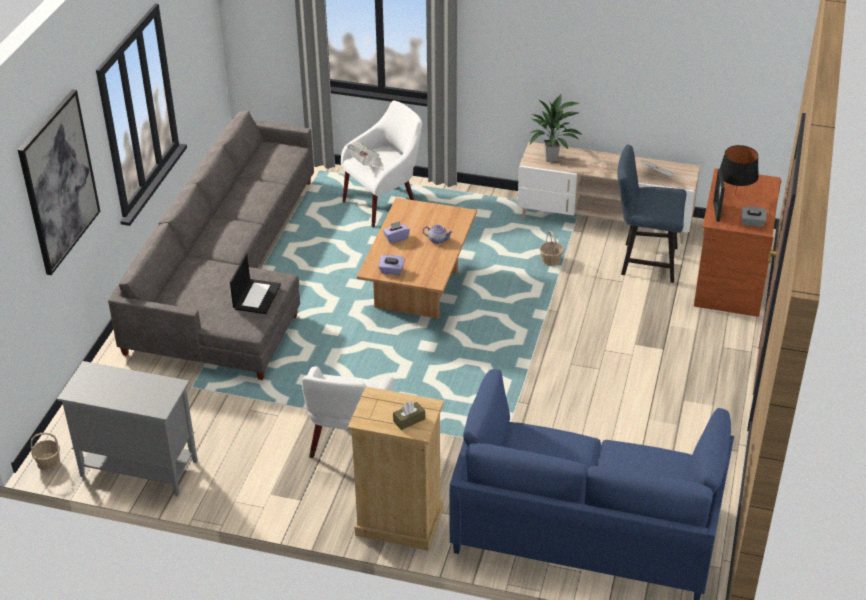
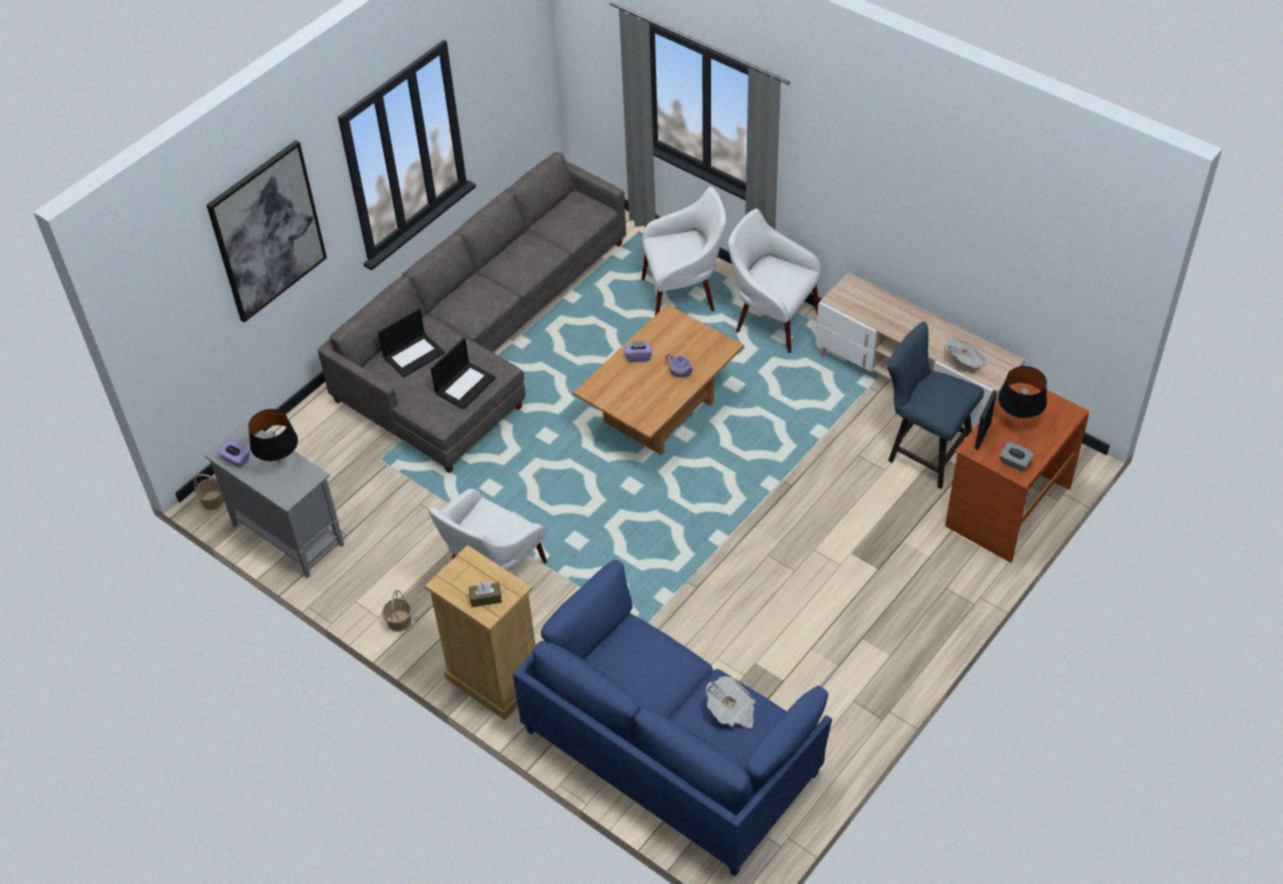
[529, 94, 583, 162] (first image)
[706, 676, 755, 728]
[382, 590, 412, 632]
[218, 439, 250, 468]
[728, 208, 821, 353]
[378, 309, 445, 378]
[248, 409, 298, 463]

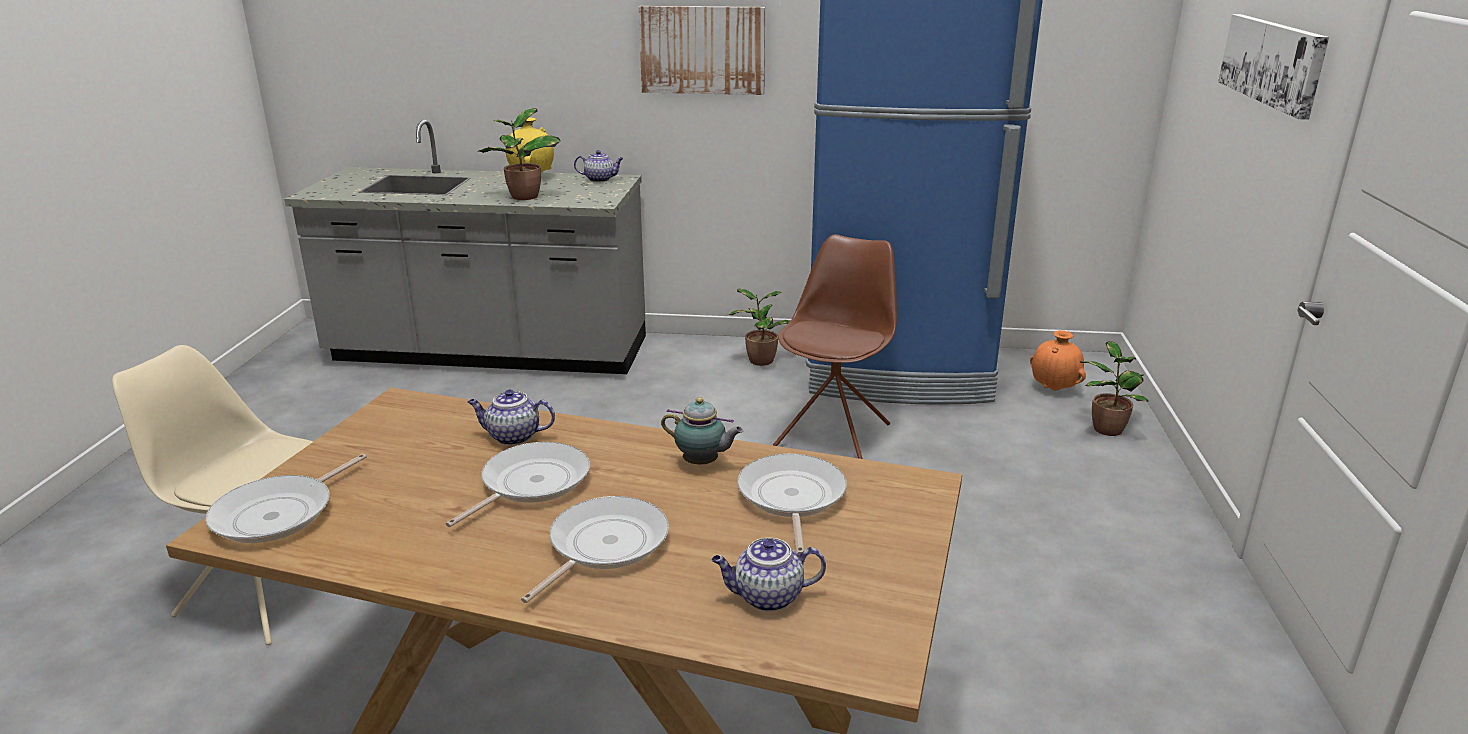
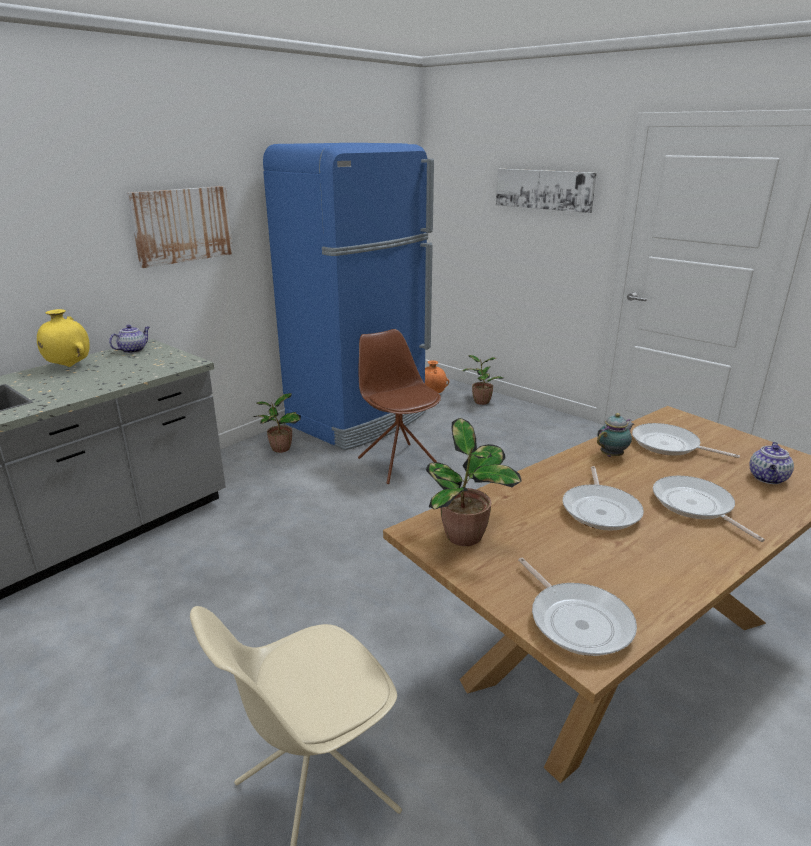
[426, 418, 522, 546]
[468, 389, 555, 445] (first image)
[563, 466, 644, 530]

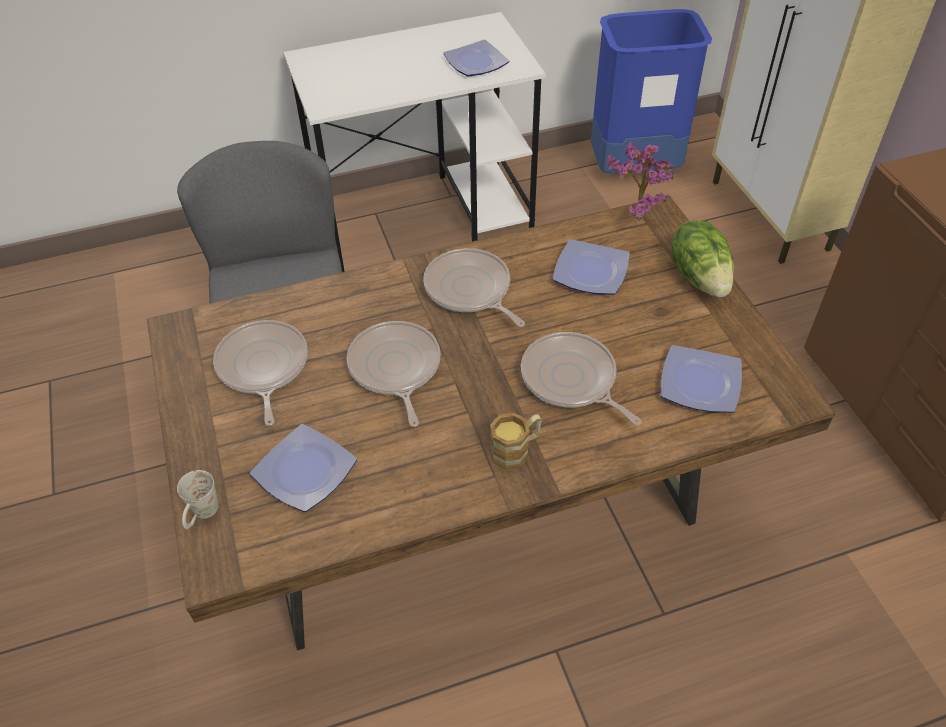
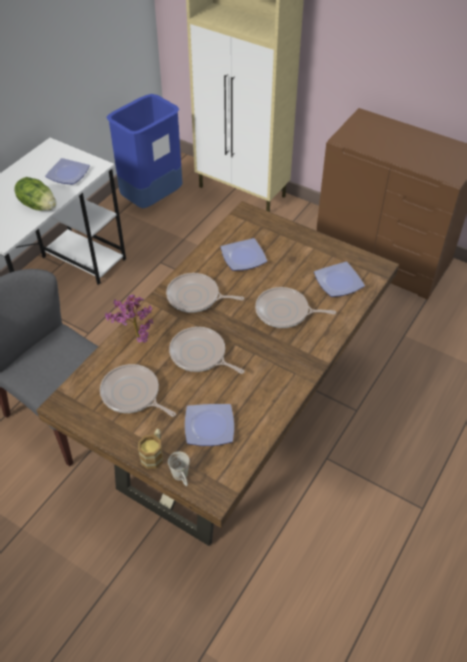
[105, 295, 153, 343]
[14, 177, 56, 211]
[138, 429, 163, 469]

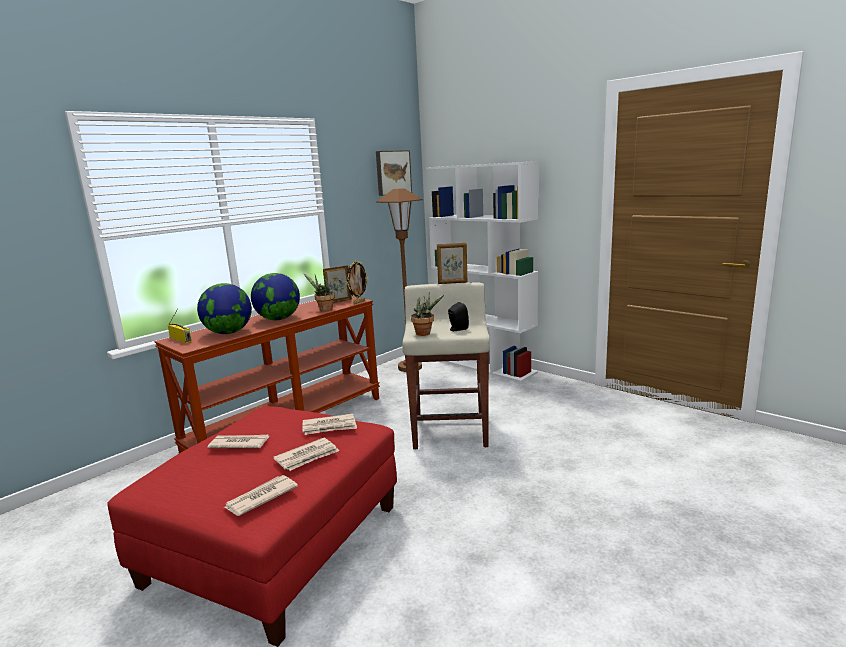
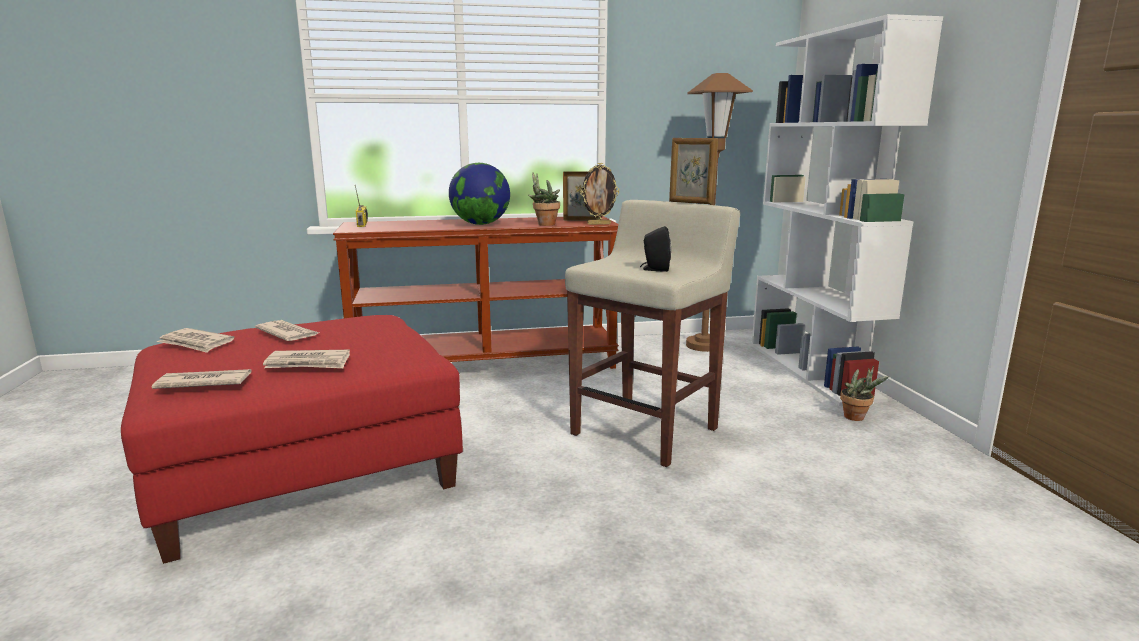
[376, 150, 412, 196] (first image)
[197, 283, 252, 334] (first image)
[840, 366, 889, 421]
[157, 328, 235, 353]

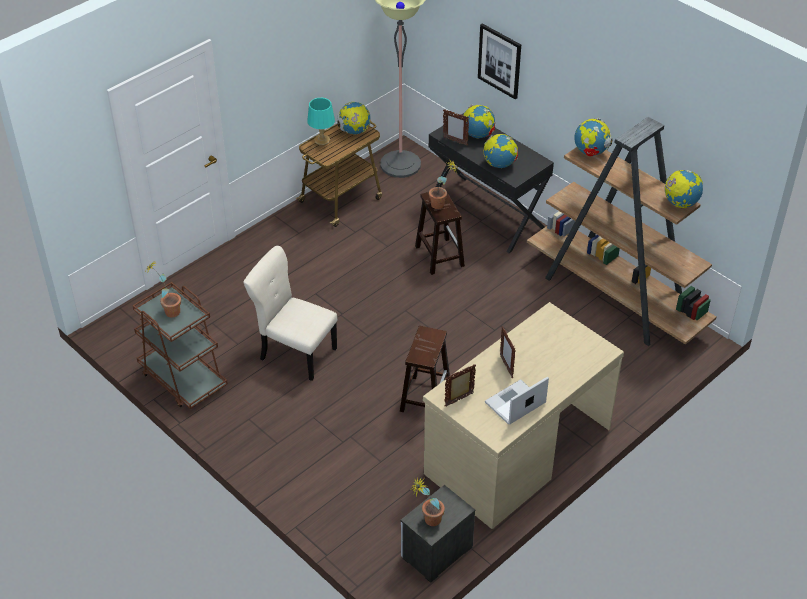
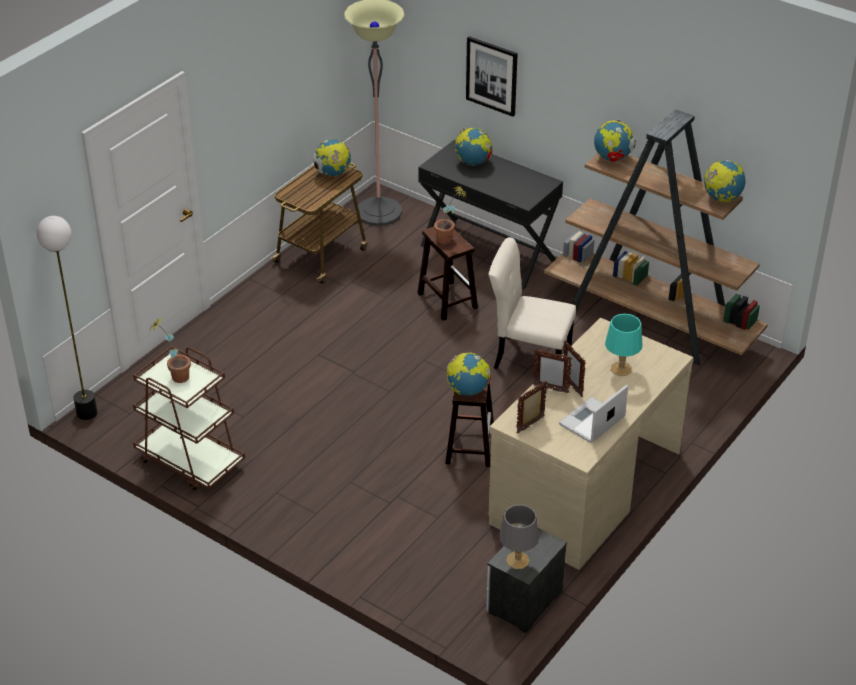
[605, 314, 642, 376]
[533, 349, 572, 393]
[447, 353, 491, 396]
[489, 237, 576, 369]
[499, 504, 539, 569]
[37, 216, 98, 420]

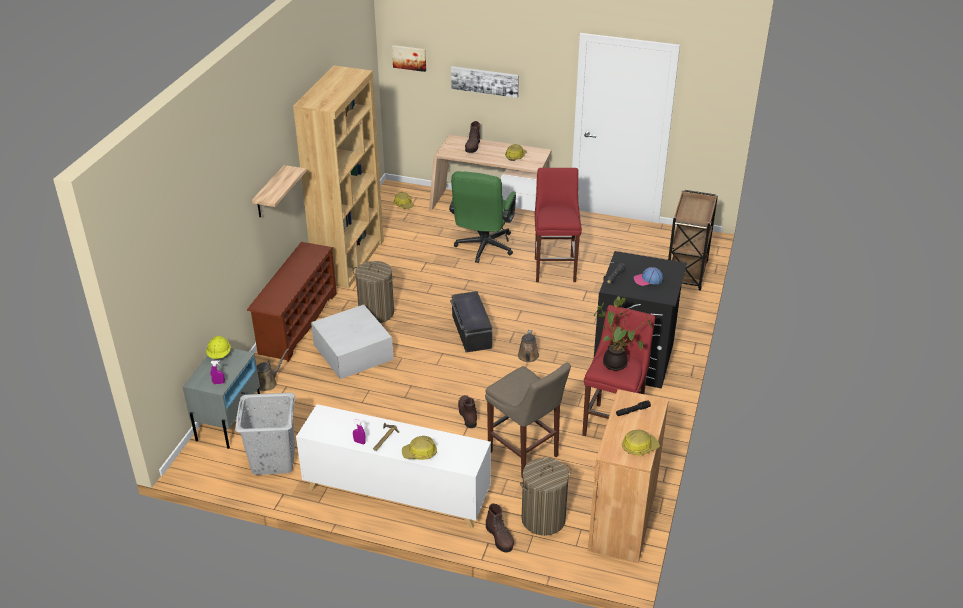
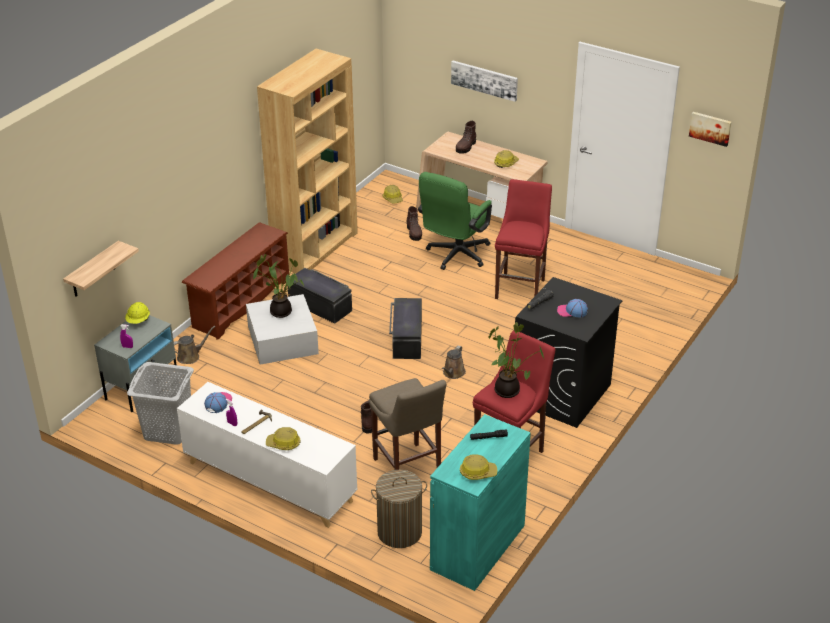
[689, 112, 732, 147]
[63, 241, 139, 297]
[668, 190, 718, 290] (first image)
[287, 268, 352, 324]
[430, 414, 531, 591]
[406, 206, 422, 241]
[253, 254, 304, 318]
[204, 392, 232, 413]

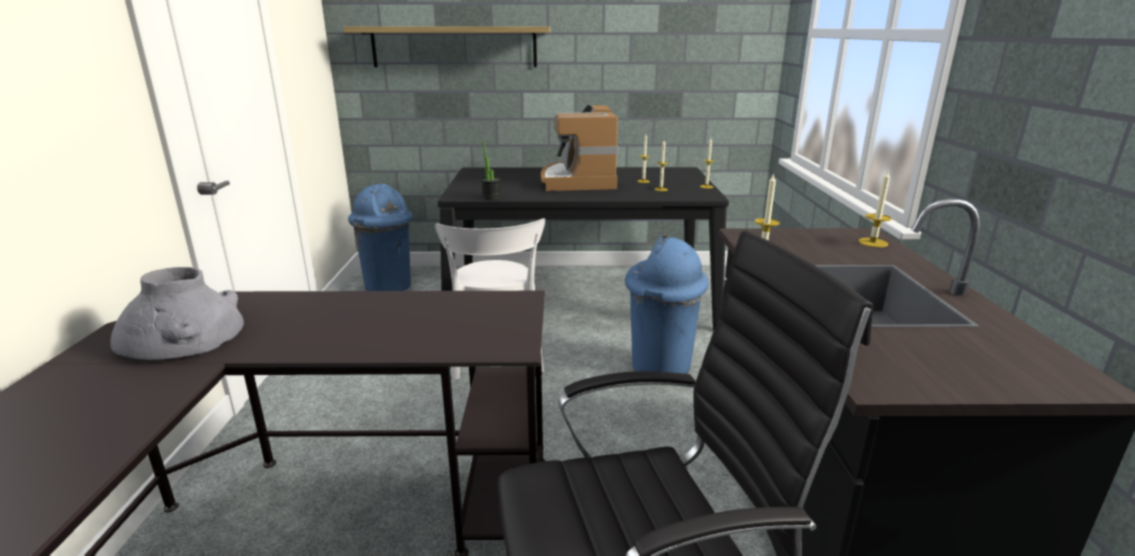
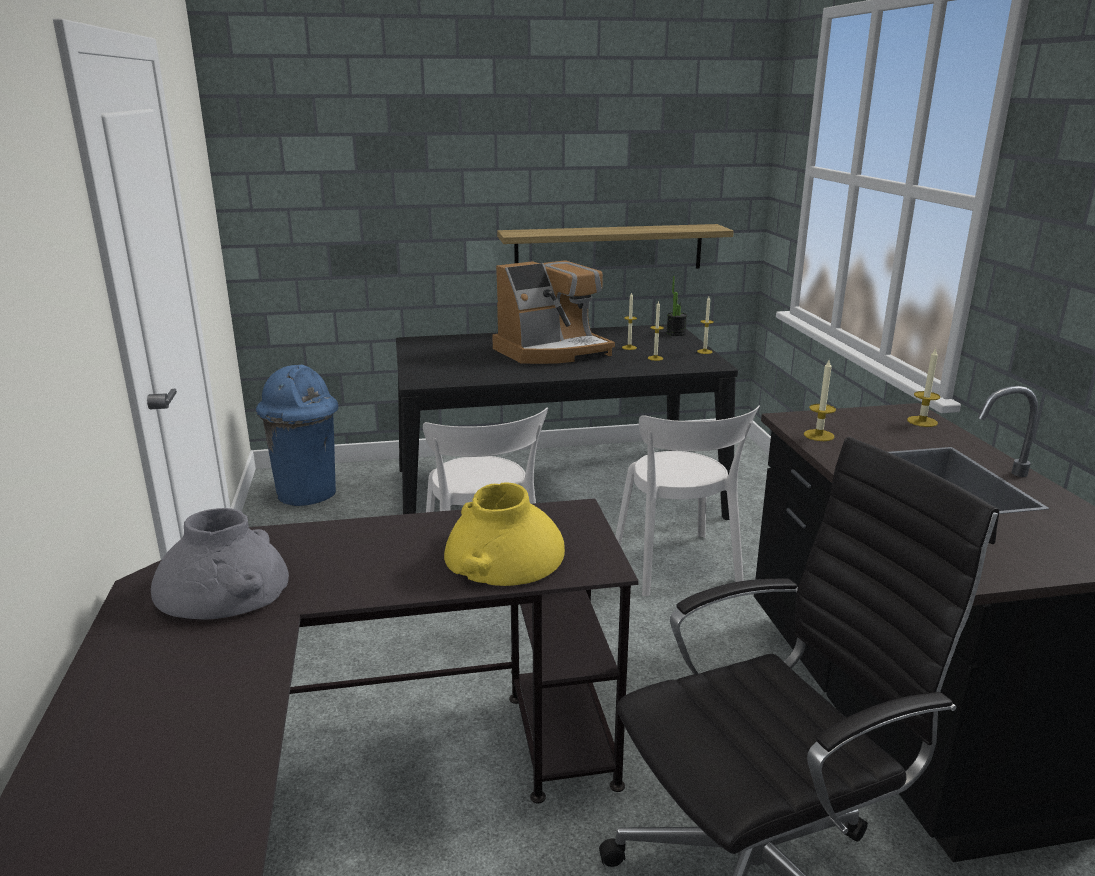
[497, 224, 734, 269]
[492, 260, 615, 364]
[666, 276, 687, 336]
[615, 405, 760, 596]
[444, 482, 565, 586]

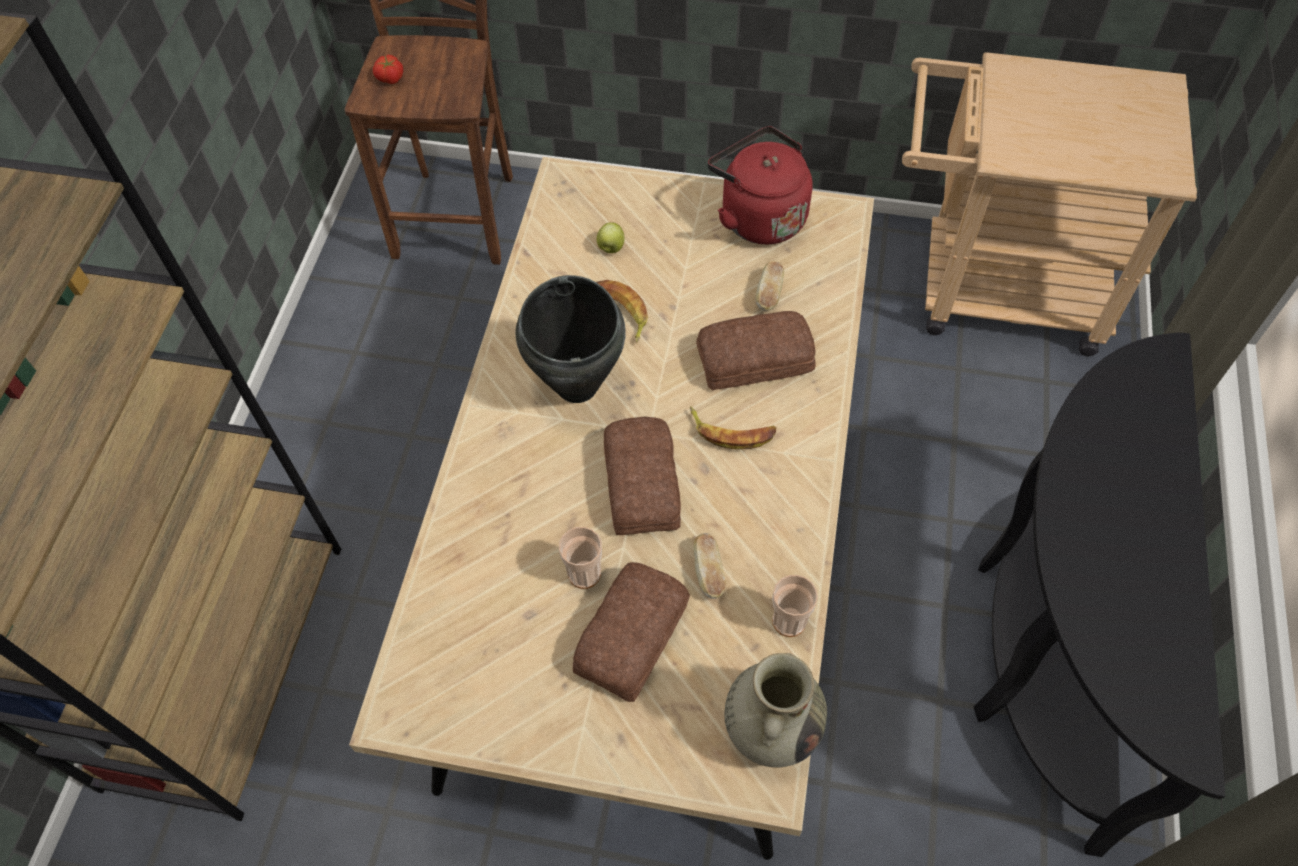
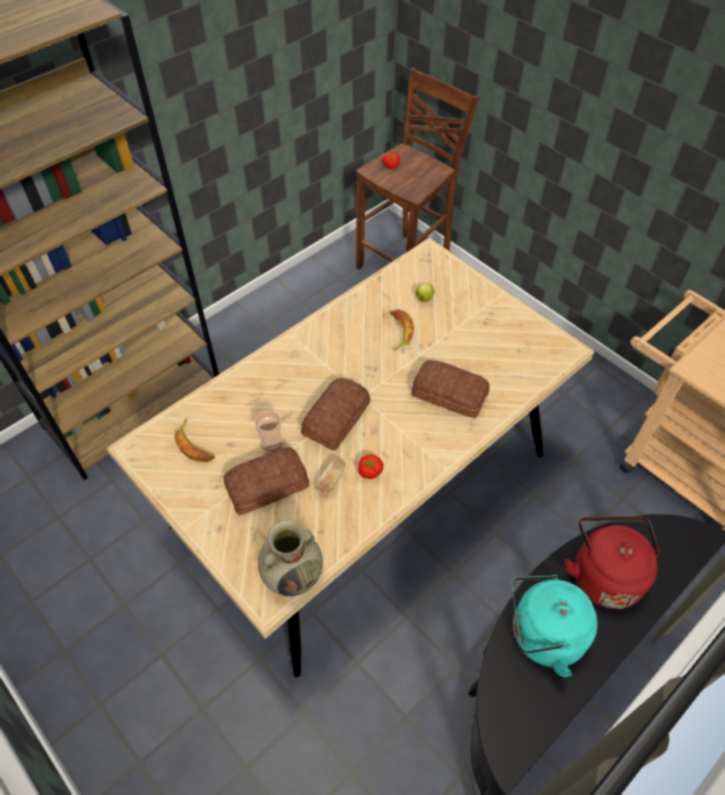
[565, 516, 660, 609]
[755, 261, 784, 311] (first image)
[515, 275, 625, 403] (first image)
[175, 418, 215, 462]
[772, 575, 818, 637] (first image)
[358, 454, 384, 479]
[512, 575, 598, 677]

